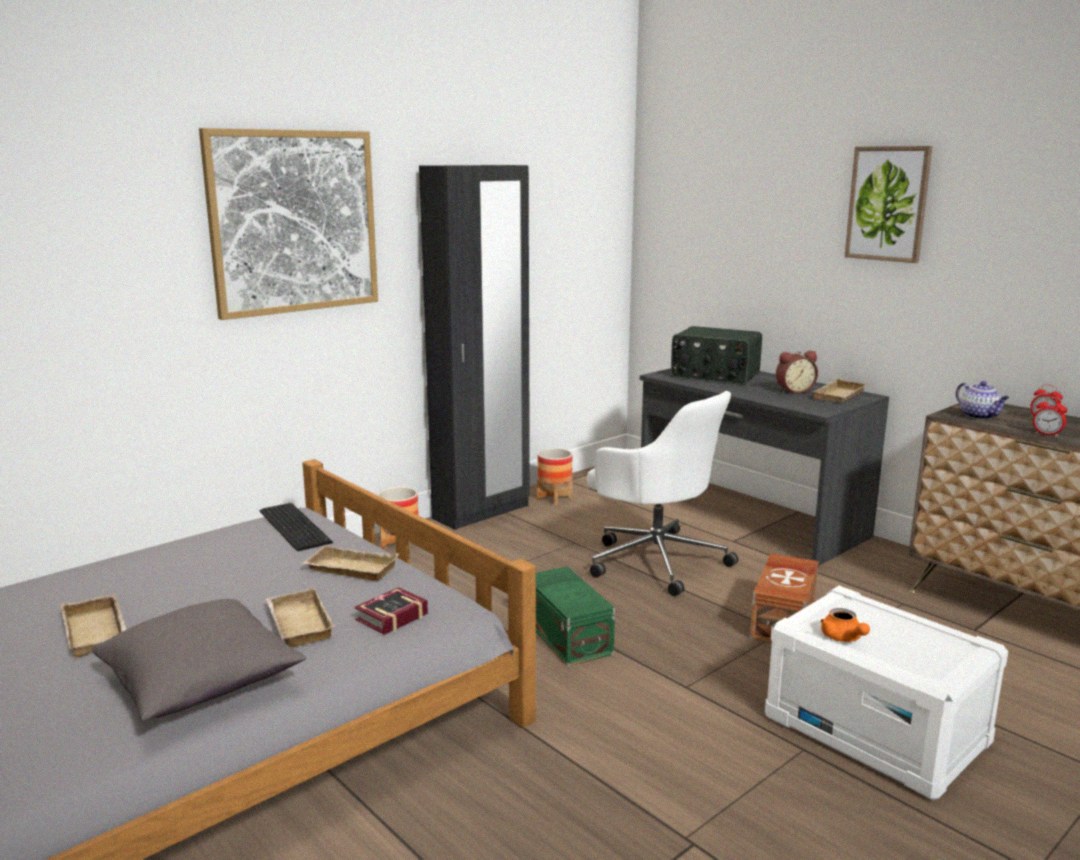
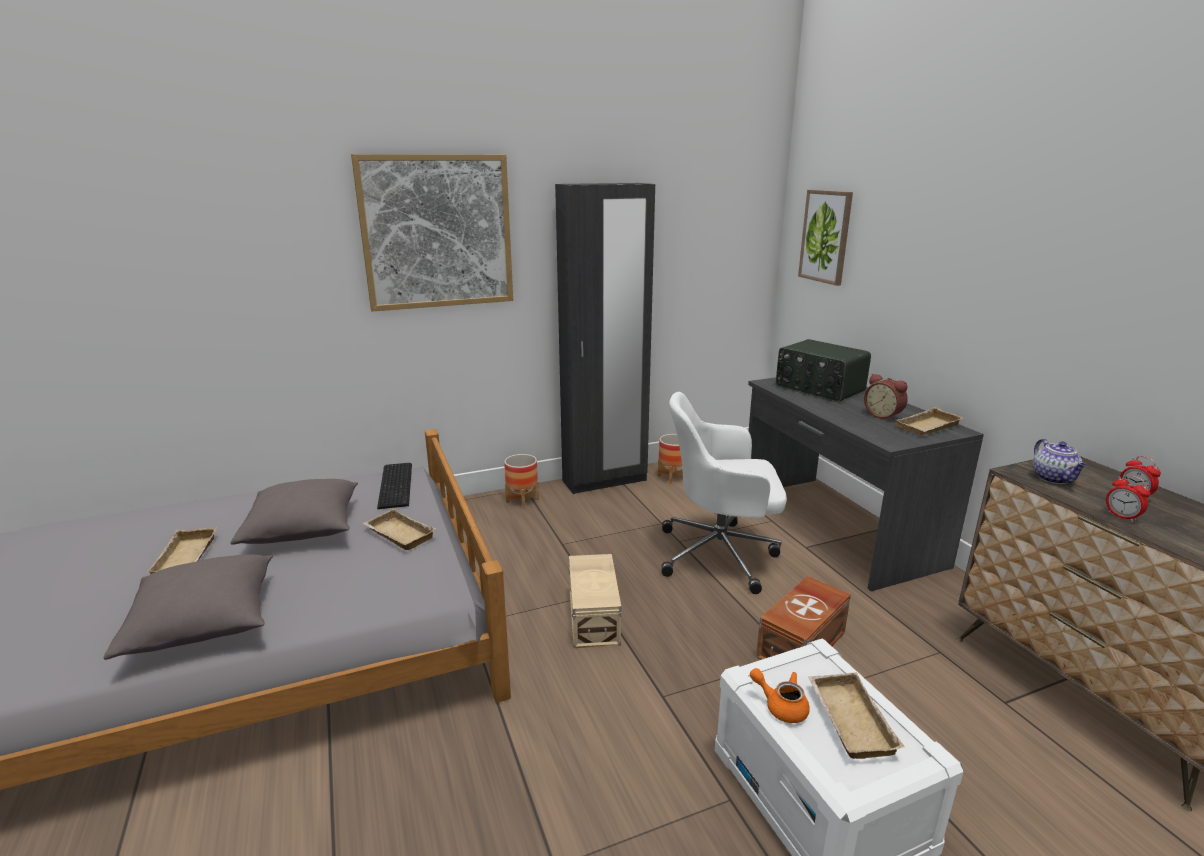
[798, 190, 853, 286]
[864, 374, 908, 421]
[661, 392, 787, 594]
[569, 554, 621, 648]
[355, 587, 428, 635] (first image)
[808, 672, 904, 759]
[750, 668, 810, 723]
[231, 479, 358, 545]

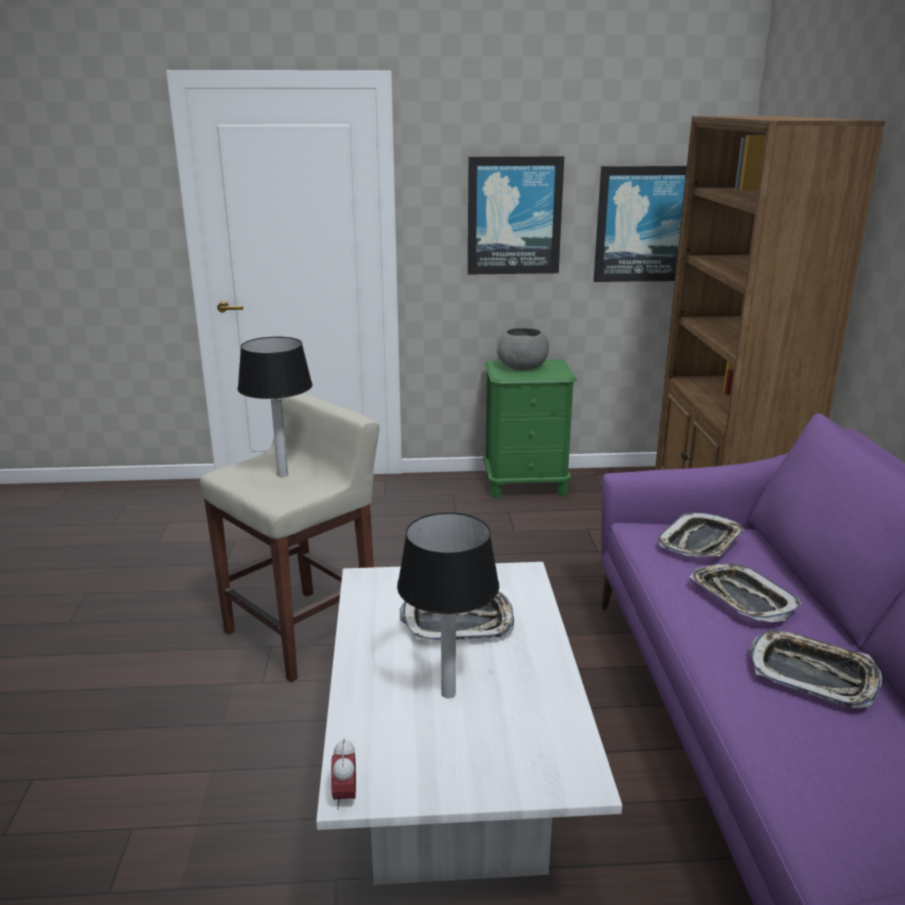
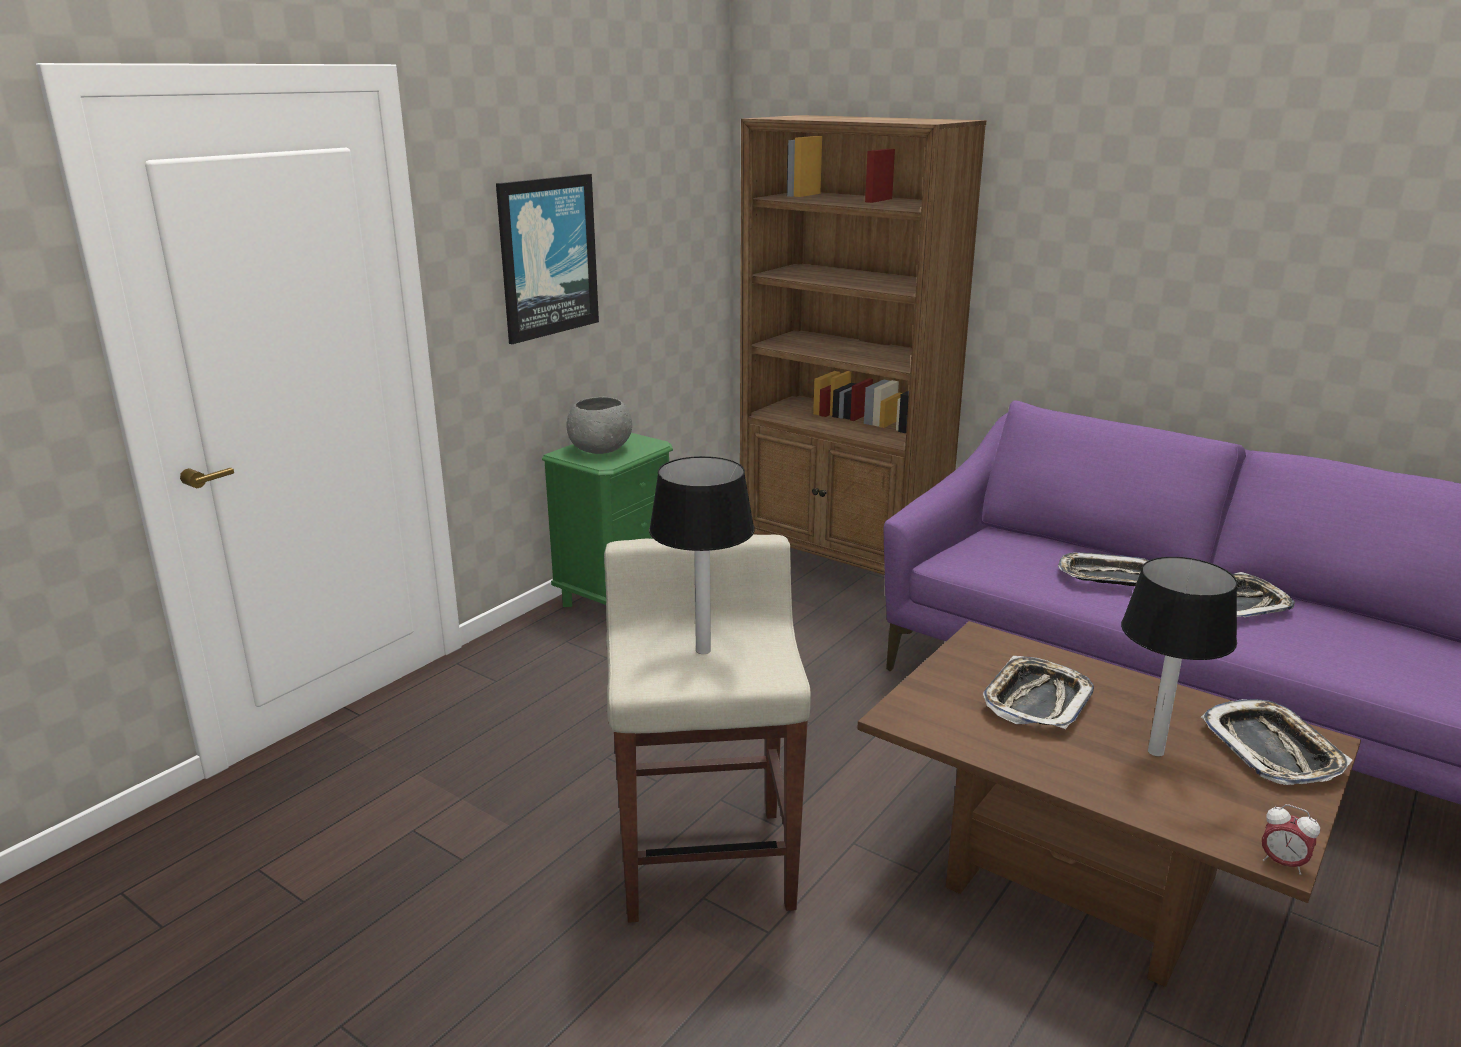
[594, 166, 687, 282] (first image)
[1201, 699, 1352, 785]
[857, 621, 1361, 987]

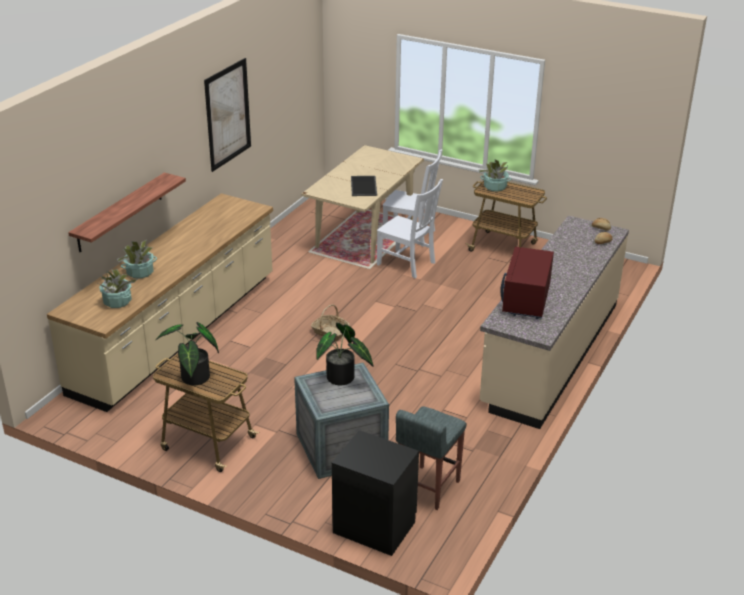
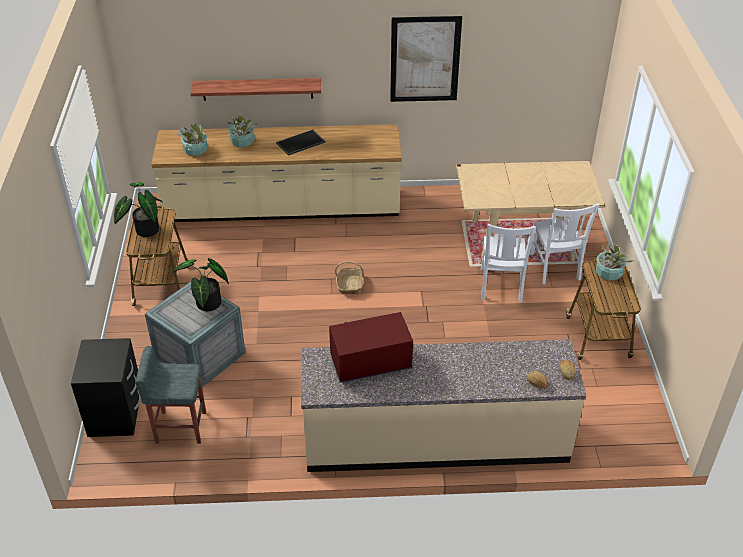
[276, 129, 326, 156]

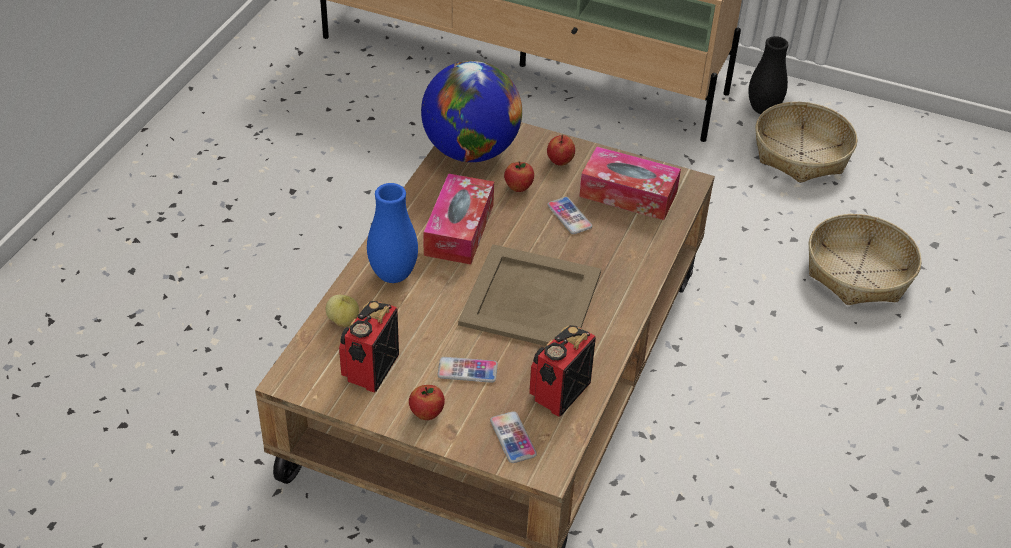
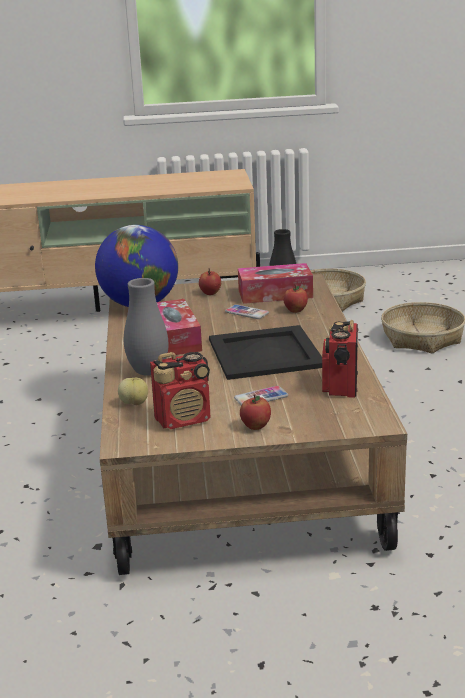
[283, 284, 308, 313]
[124, 278, 168, 376]
[209, 325, 322, 380]
[150, 352, 211, 429]
[490, 411, 537, 463] (first image)

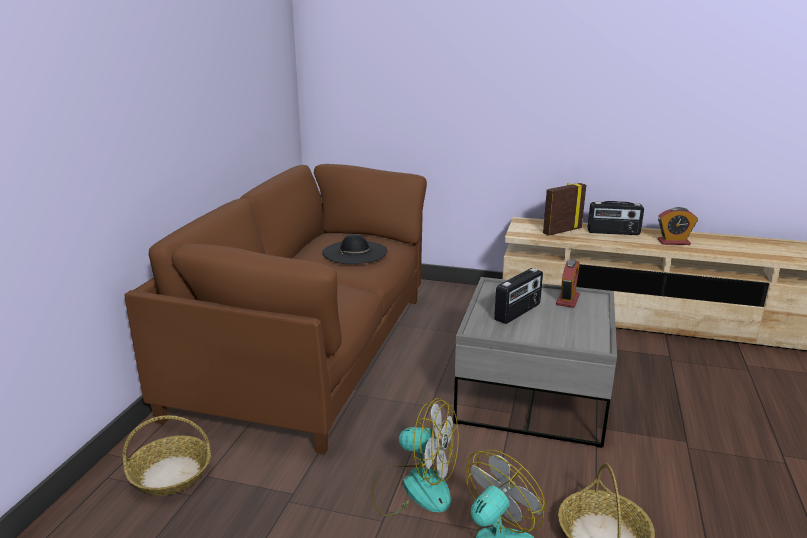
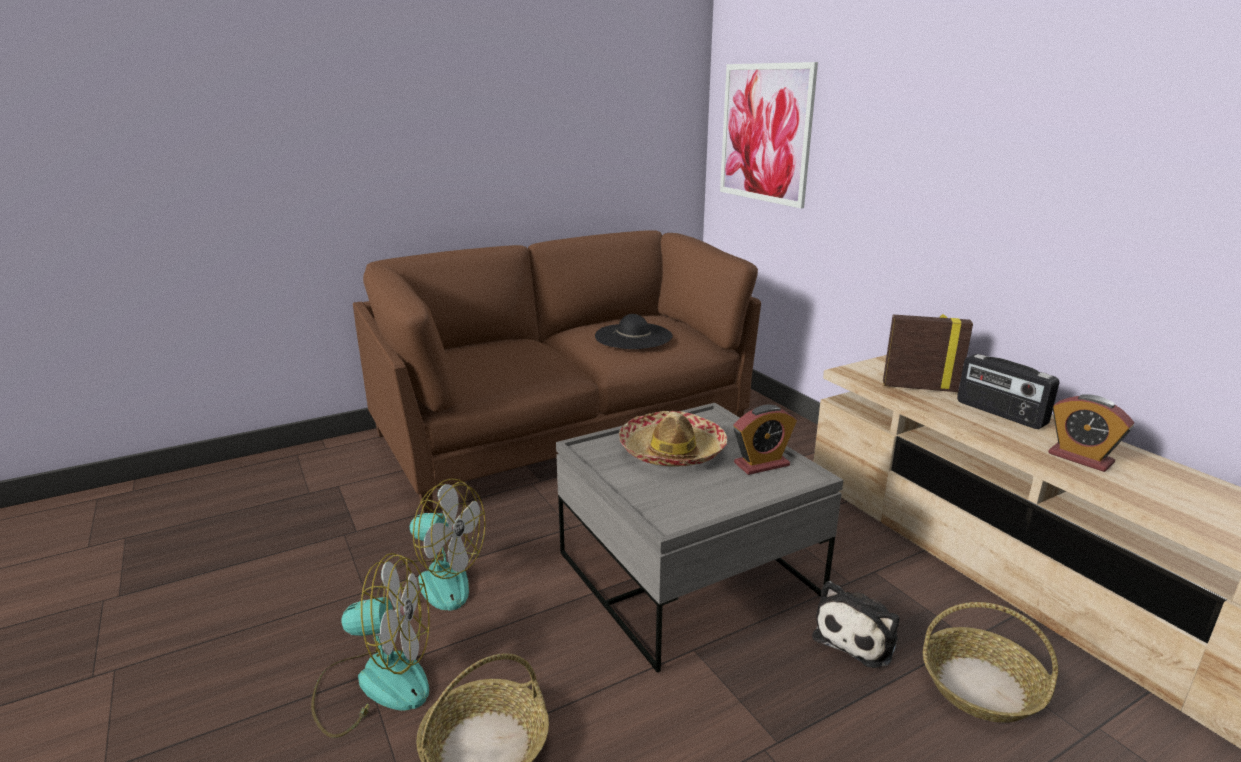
[619, 411, 727, 467]
[376, 478, 485, 611]
[923, 602, 1058, 723]
[720, 62, 818, 208]
[812, 581, 899, 668]

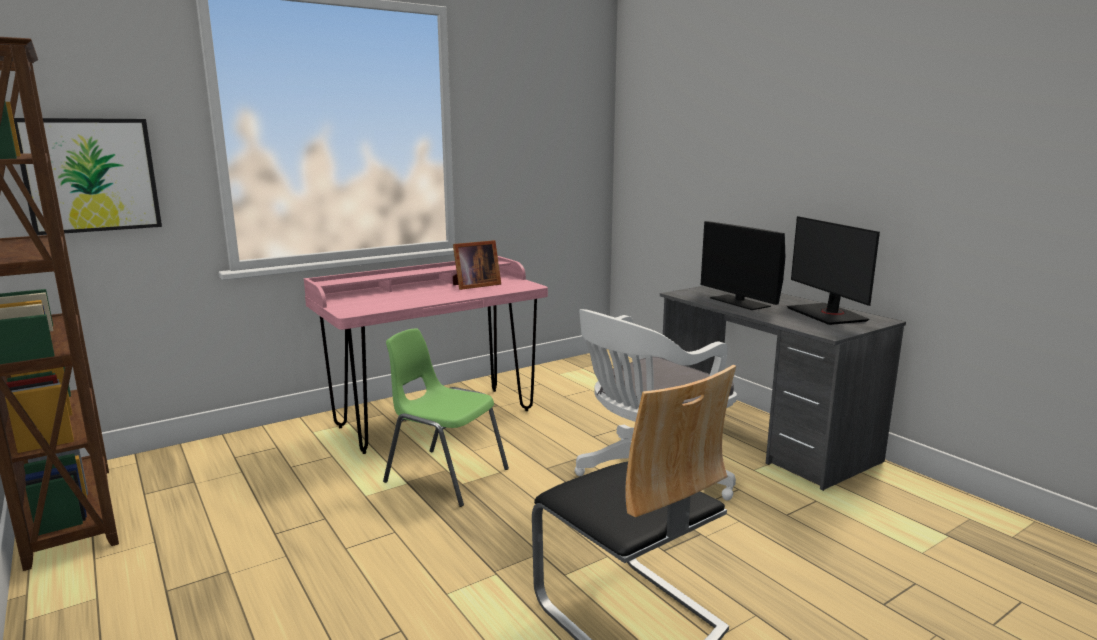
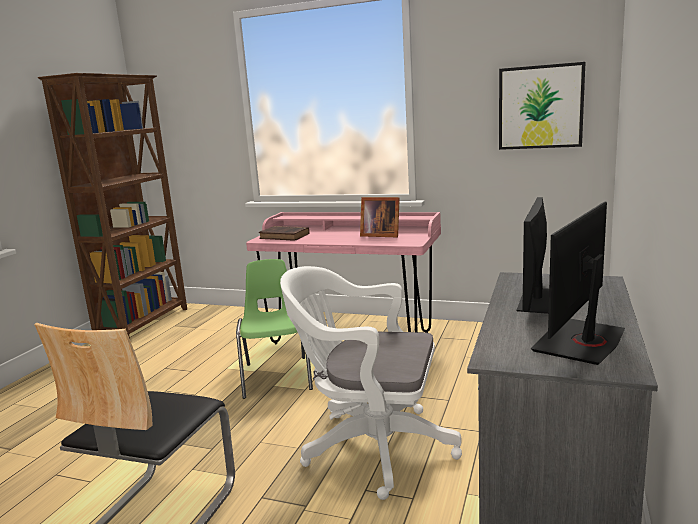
[499, 62, 585, 150]
[259, 226, 310, 241]

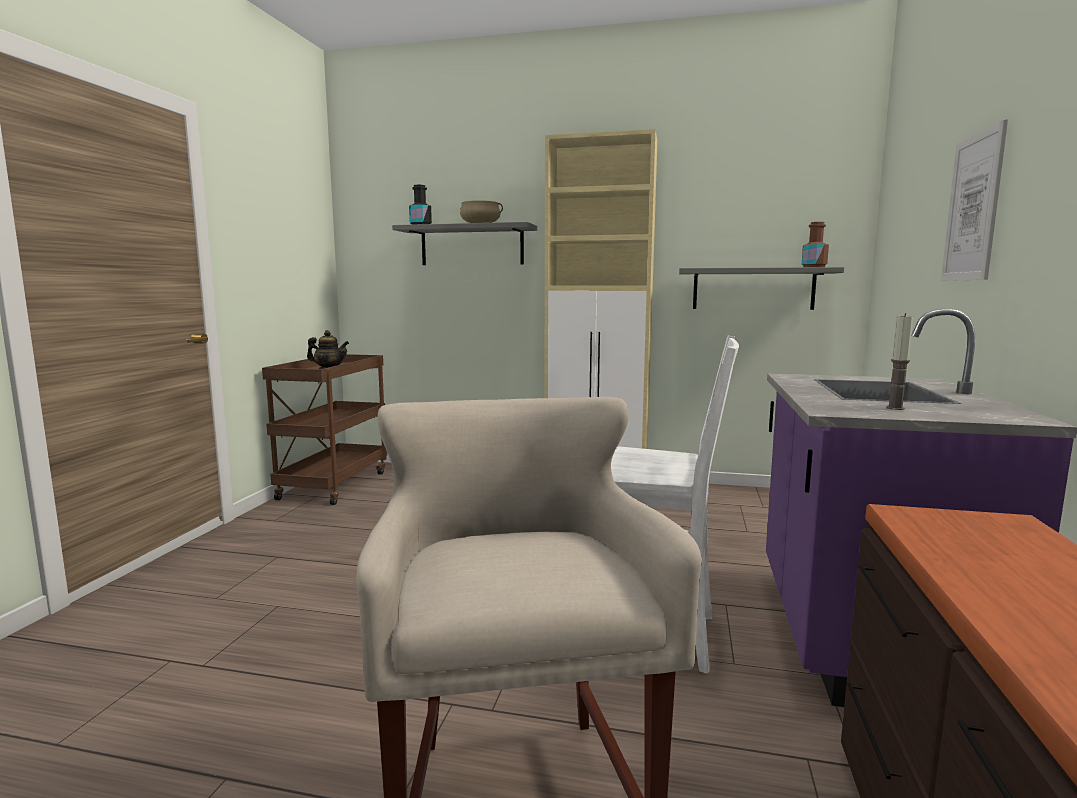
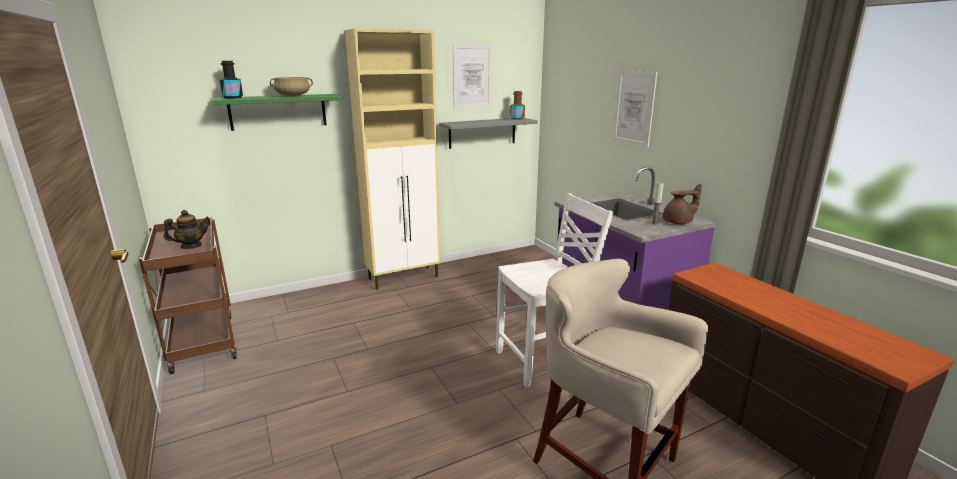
[212, 94, 342, 131]
[453, 45, 492, 108]
[663, 184, 702, 224]

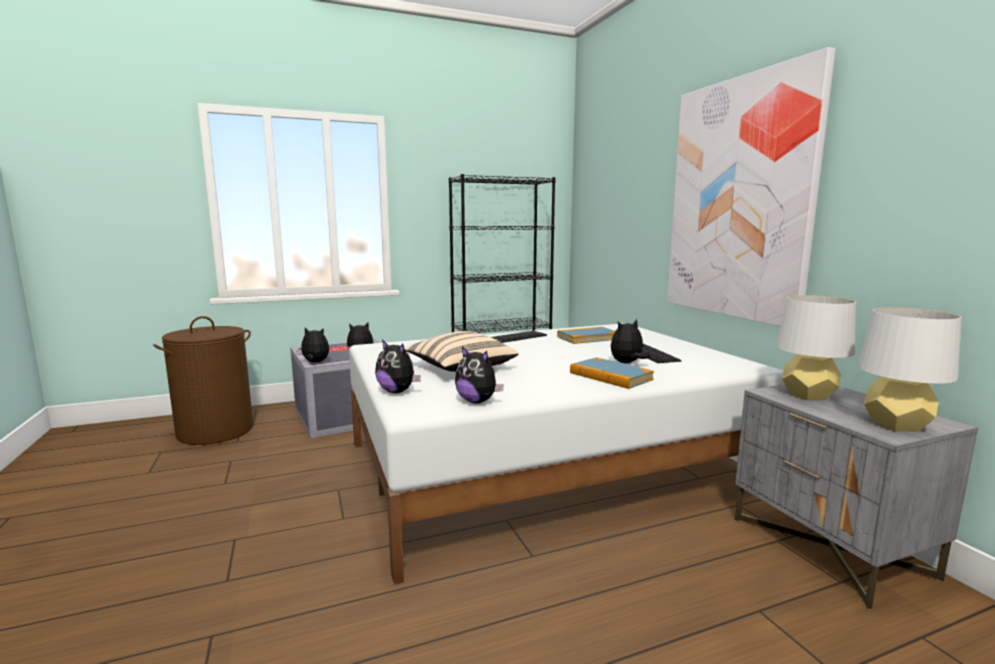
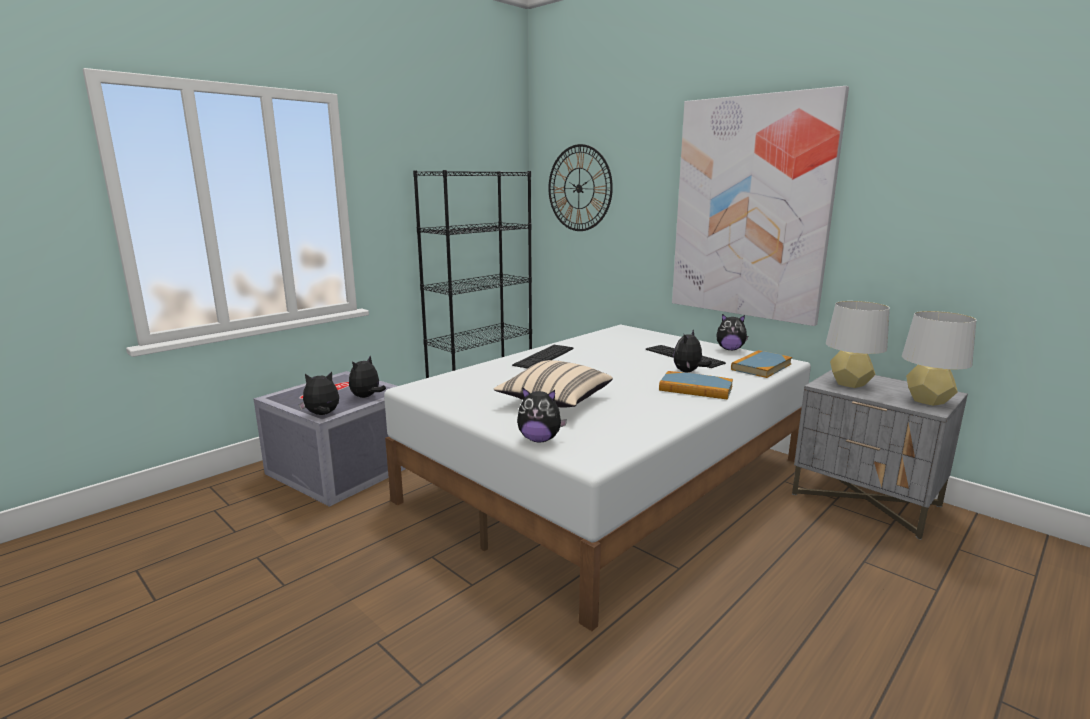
[153, 316, 253, 445] (first image)
[731, 350, 792, 378]
[716, 314, 748, 350]
[549, 144, 613, 231]

